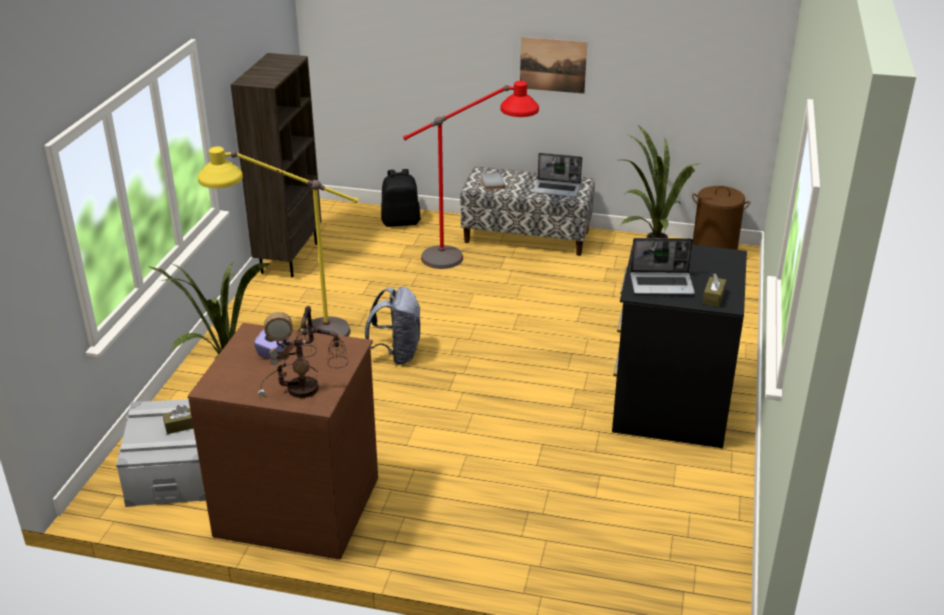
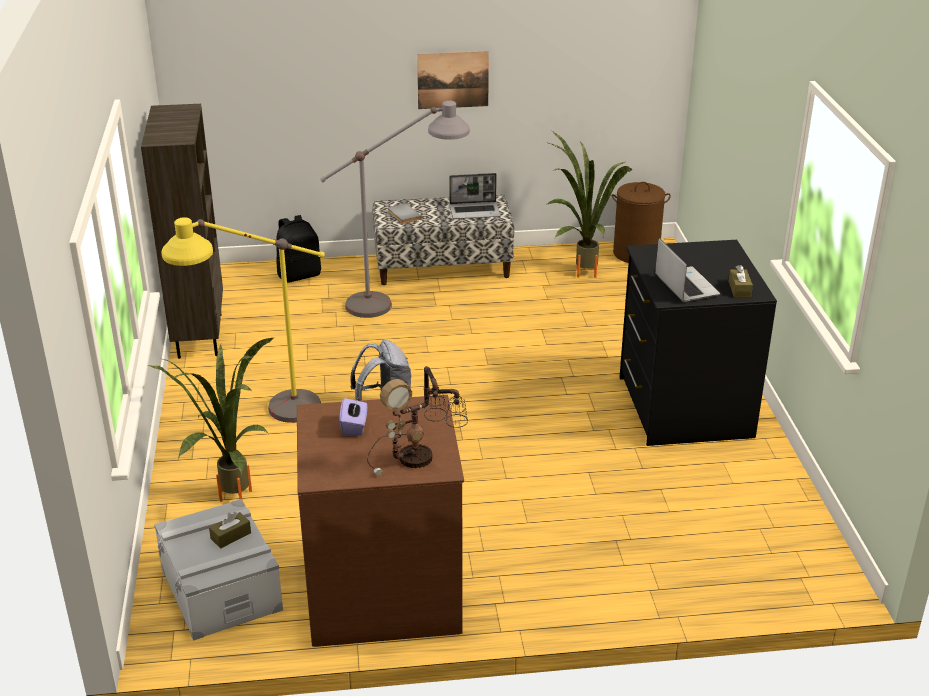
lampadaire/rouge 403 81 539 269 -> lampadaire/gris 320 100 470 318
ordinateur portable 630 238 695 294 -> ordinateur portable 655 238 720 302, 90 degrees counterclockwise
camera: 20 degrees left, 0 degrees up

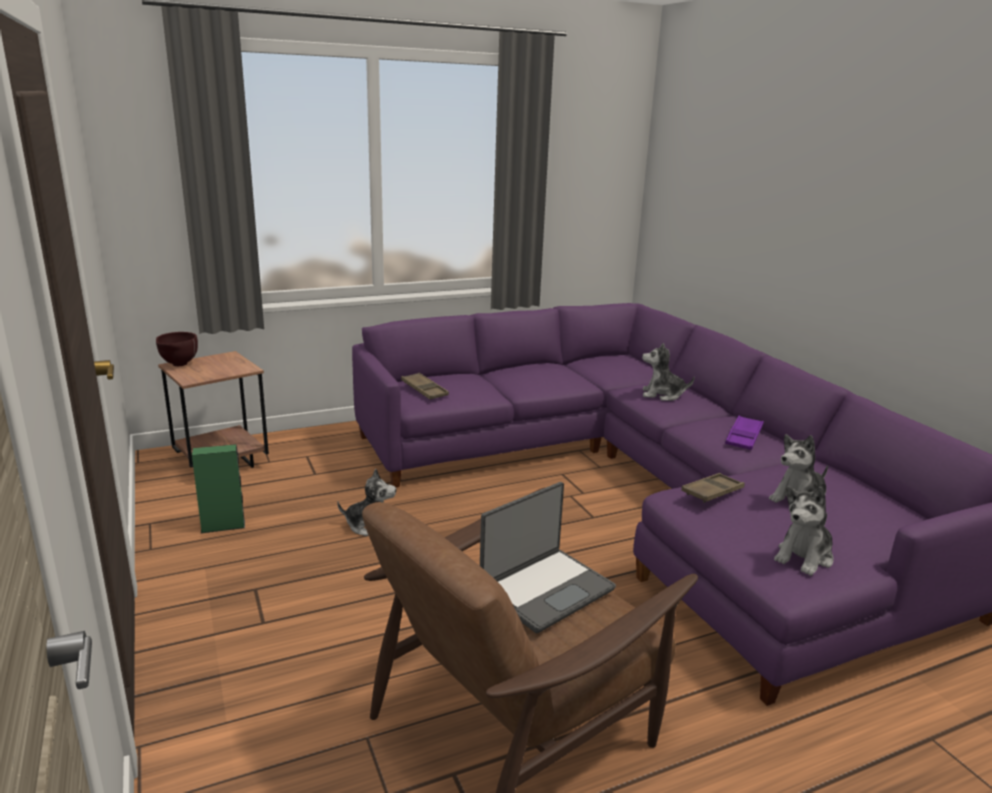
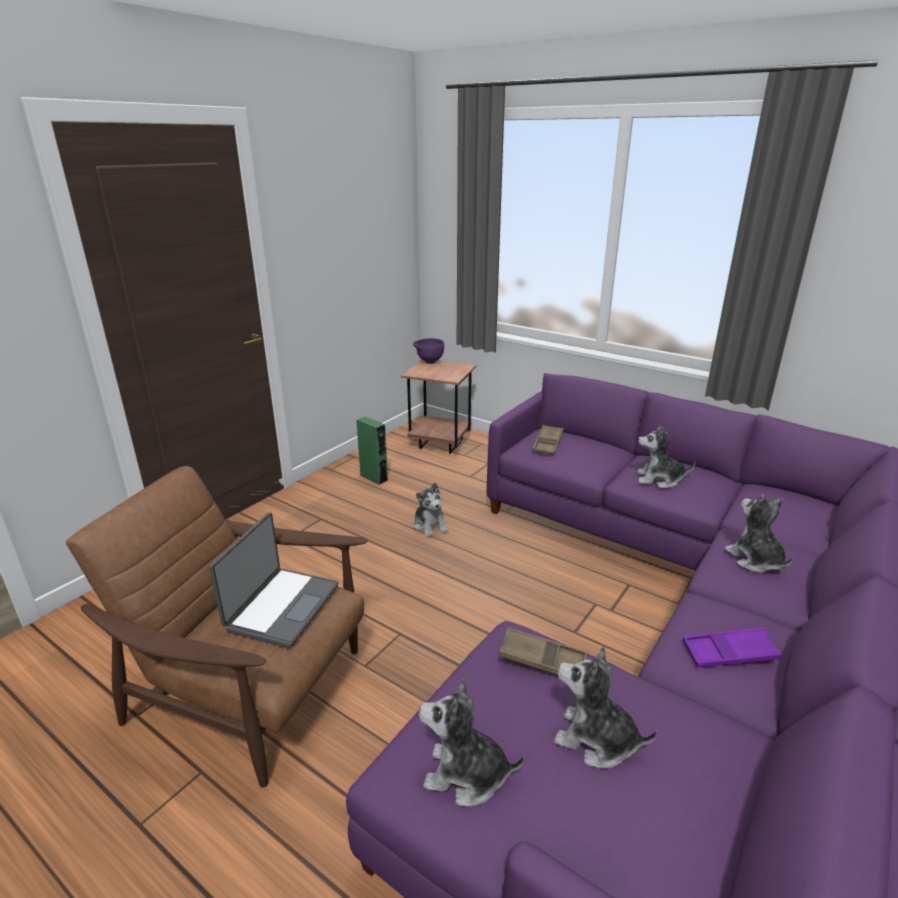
bol/marron 156 332 198 366 -> bol/violet 413 338 444 364
ordinateur portable 480 482 616 633 -> ordinateur portable 209 512 339 648, 90 degrees counterclockwise
none -> peluche 637 425 696 488
camera: 60 degrees right, 5 degrees up

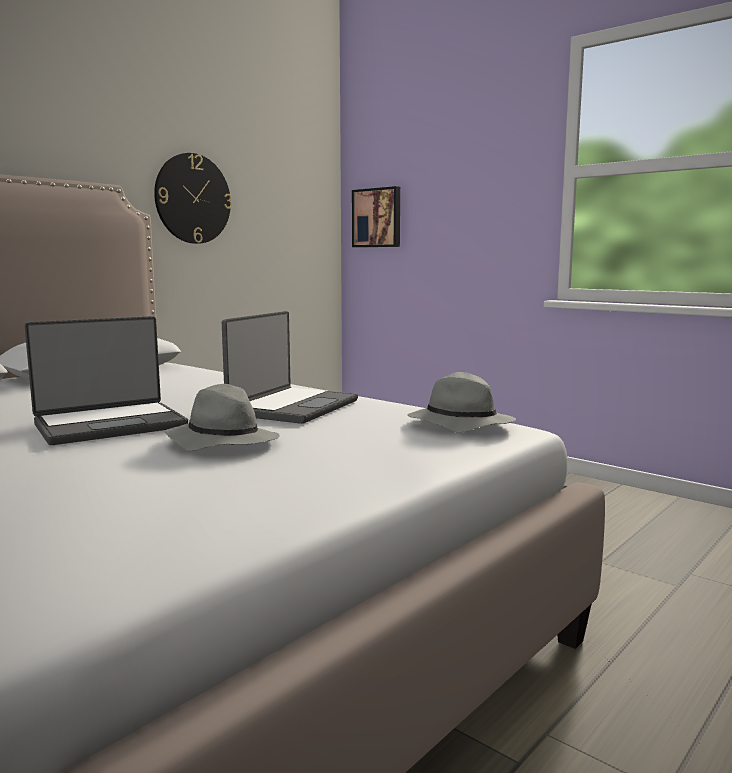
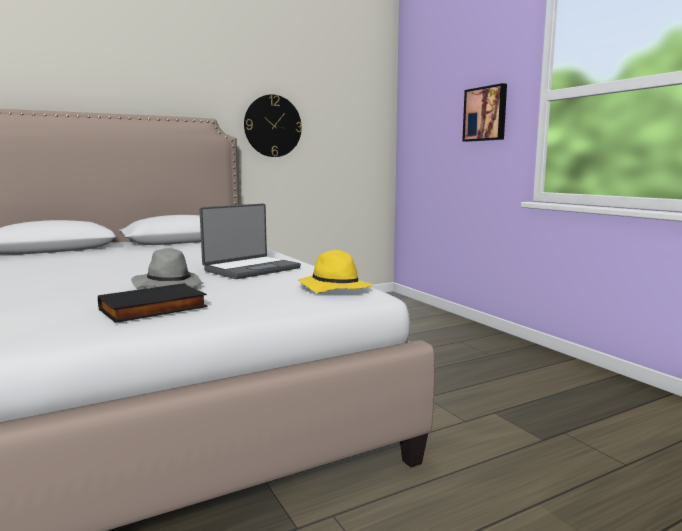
ordinateur portable 24 316 188 445 -> none
tableau 352 186 400 247 -> tableau 462 83 507 142, moved
chapeau/gris 408 372 516 433 -> chapeau/jaune 298 250 373 293
none -> livre/noir 98 283 208 323
camera: 20 degrees right, 0 degrees up

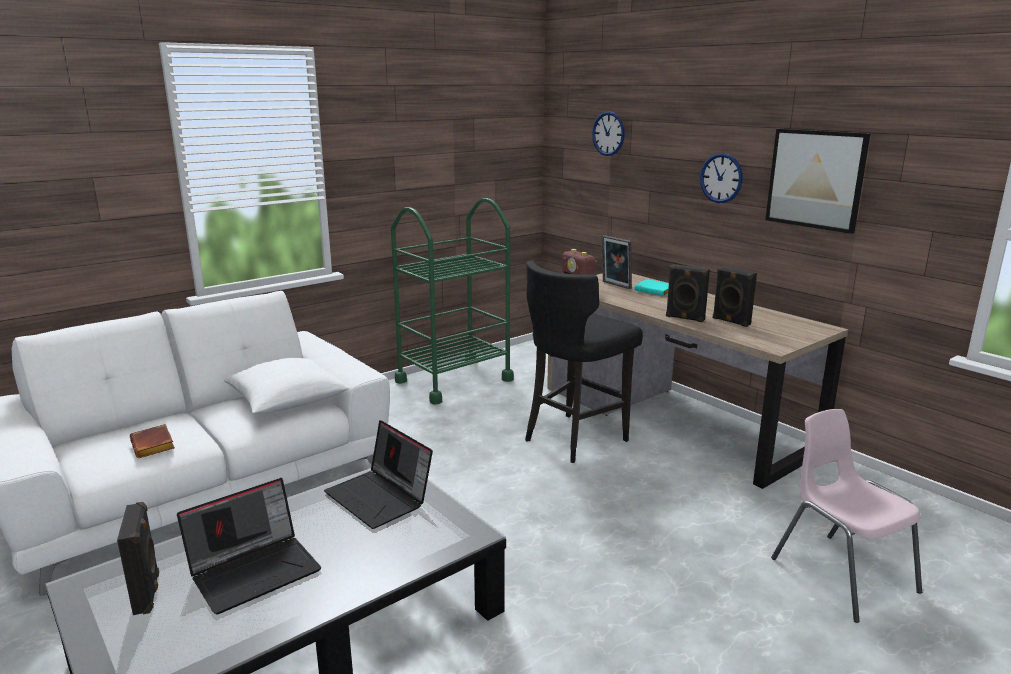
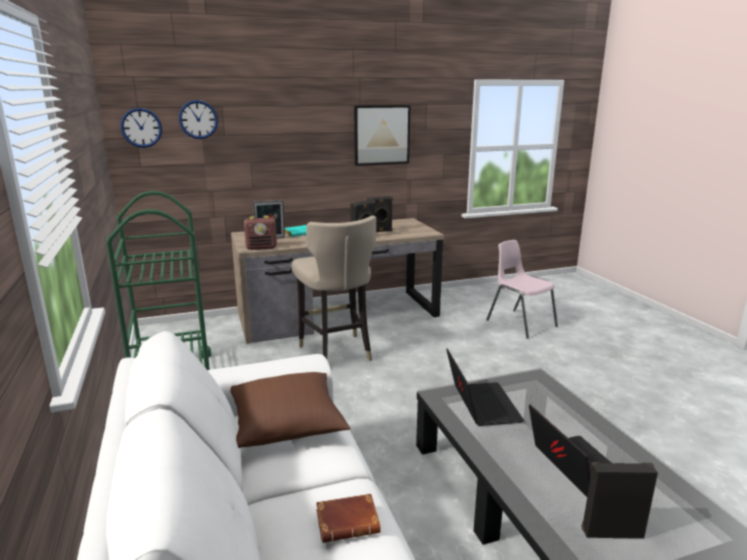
coussin/blanc 224 358 350 413 -> coussin/marron 230 372 350 448
ordinateur portable 324 420 433 529 -> ordinateur portable 446 348 524 426, 75 degrees counterclockwise
tabouret/noir 525 261 643 463 -> tabouret/beige 292 216 376 361
horloge murale 700 153 743 203 -> horloge murale 120 108 162 148, moved
chaise/rose 771 409 922 623 -> chaise/rose 486 240 558 339, 60 degrees clockwise
camera: 70 degrees left, 0 degrees up

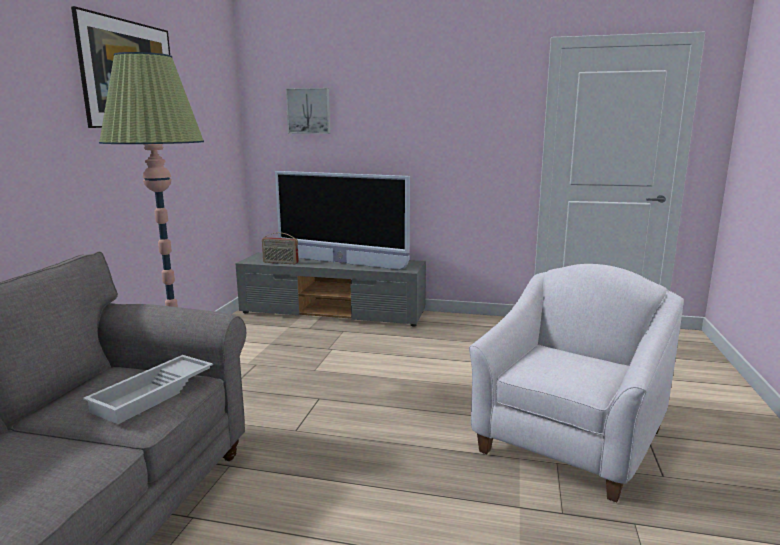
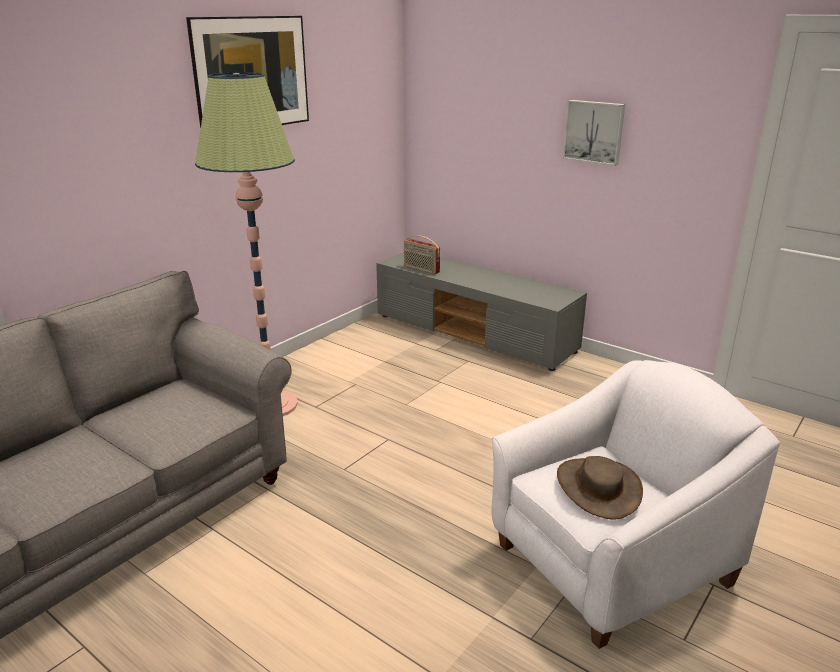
plateau/blanc 83 355 213 424 -> none
téléviseur 275 171 410 270 -> none
tableau 286 88 330 134 -> tableau 563 100 625 166, moved
none -> chapeau/marron 557 456 643 519
camera: 25 degrees right, 10 degrees up

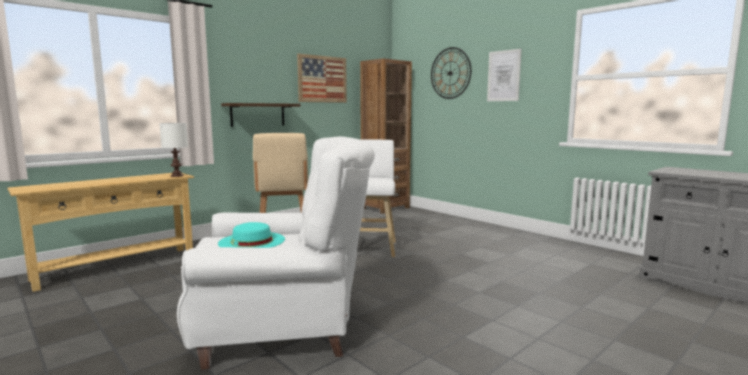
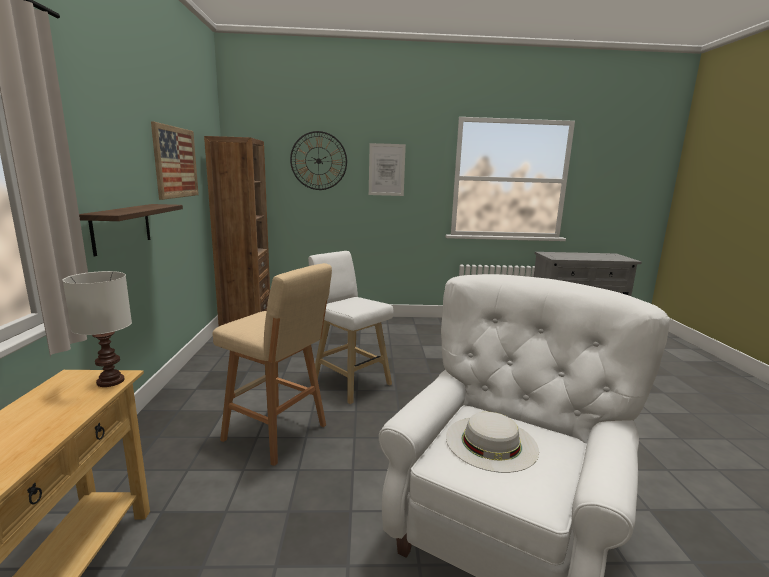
chapeau/turquoise 218 222 285 248 -> chapeau/blanc 446 412 539 473
camera: 50 degrees left, 5 degrees up

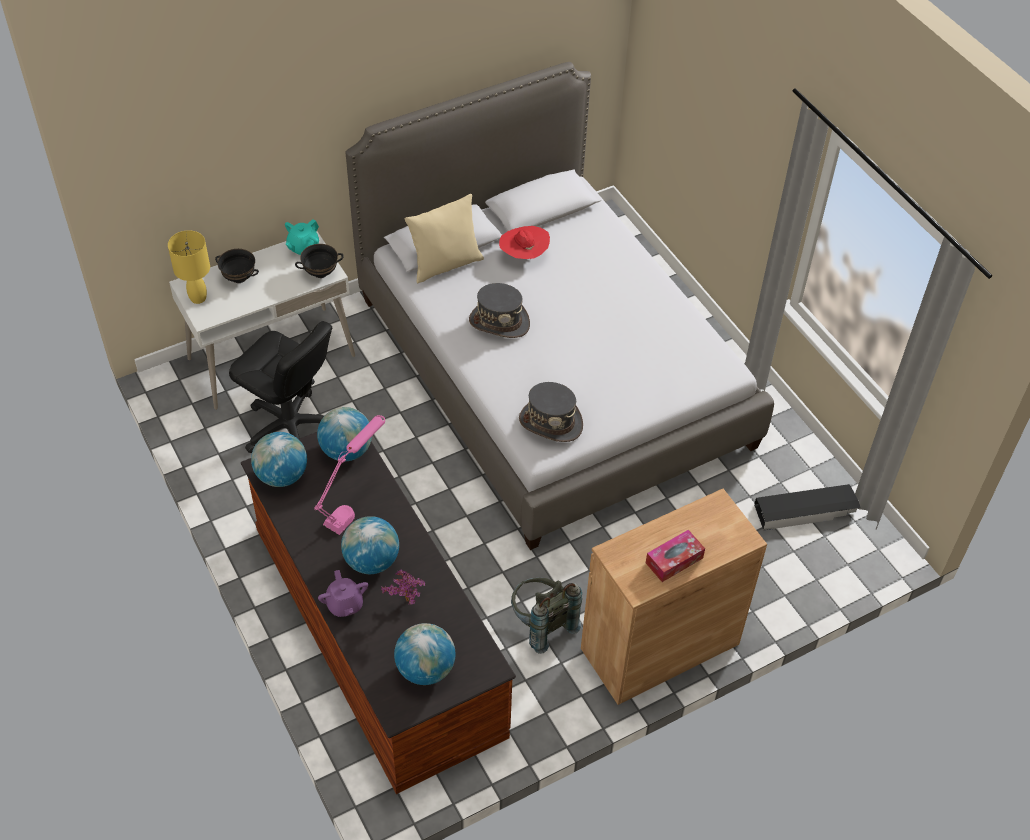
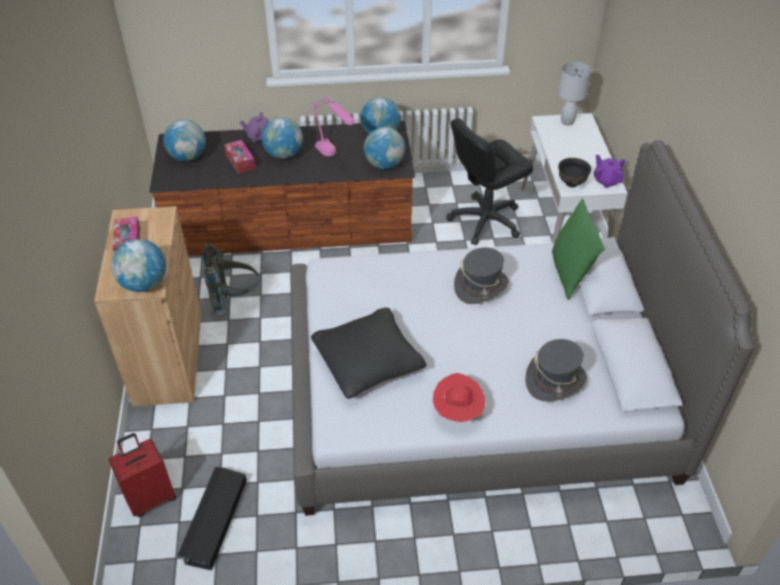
lampe de table/jaune 168 230 210 304 -> lampe de table/blanc 558 62 592 126
bol/noir 215 249 259 283 -> none
théière/turquoise 285 219 319 255 -> théière/violet 594 155 625 188
plante en pot 381 569 425 605 -> boîte à mouchoirs 224 140 256 174
coussin/beige 405 194 484 283 -> coussin/vert 552 198 605 300
chapeau/rouge 499 226 550 260 -> chapeau/rouge 433 373 485 422, moved
chapeau/gris 519 382 583 442 -> chapeau/gris 525 339 587 402, moved
none -> valise/rouge 109 433 176 517
none -> globe 111 239 166 292
none -> coussin/noir 311 308 426 399
camera: 115 degrees right, 5 degrees down

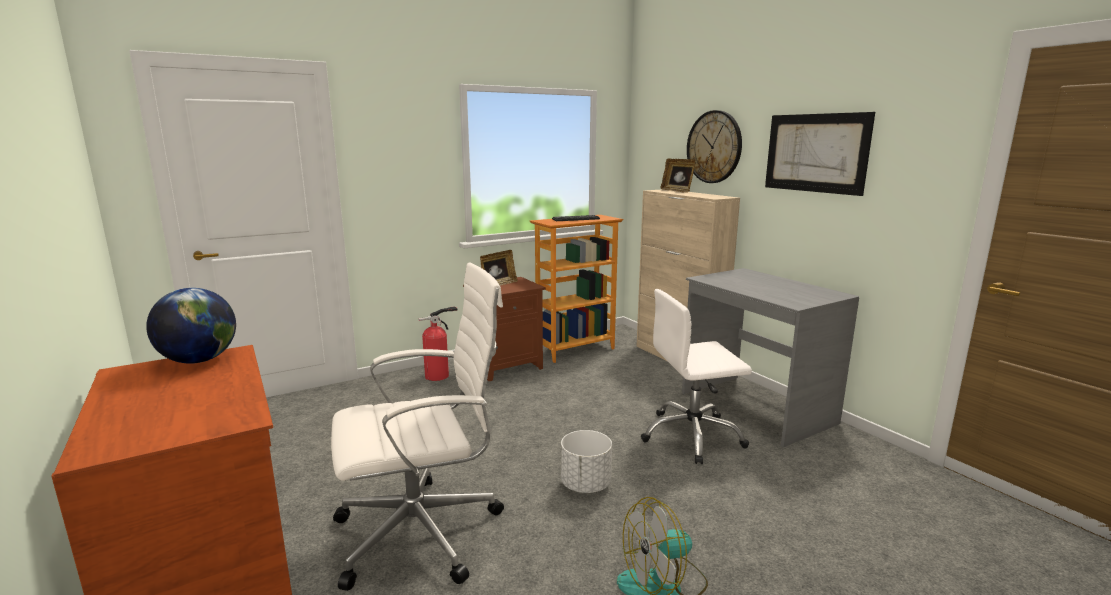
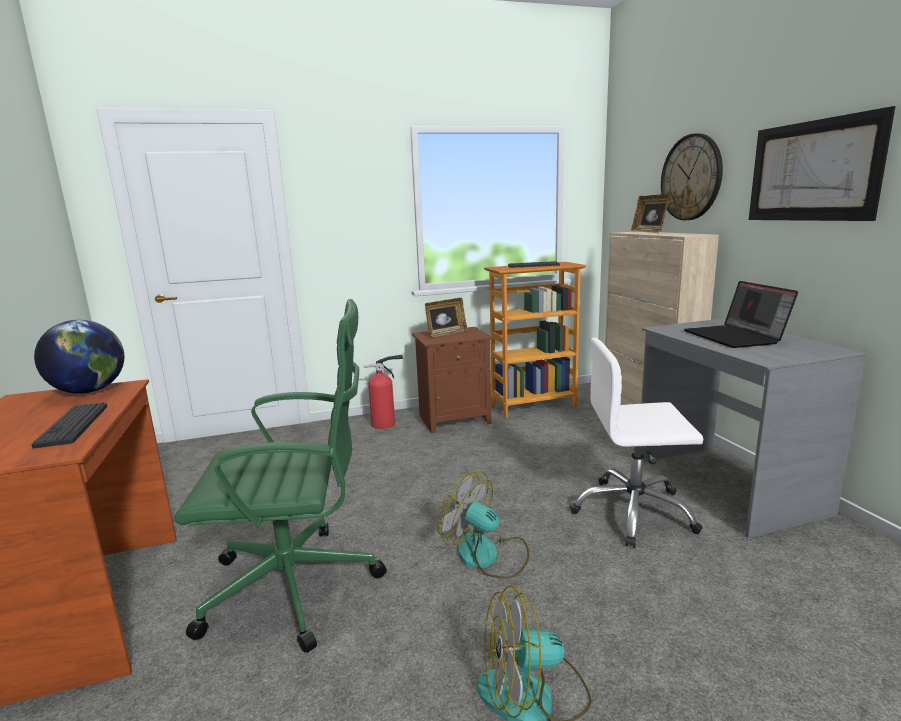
chaise de bureau/blanc 331 262 504 591 -> chaise de bureau/vert 174 299 387 653
cache-pot/blanc 561 430 612 493 -> ventilateur 437 472 529 579
none -> clavier 31 402 107 449
none -> ordinateur portable 684 281 798 348
camera: 15 degrees right, 0 degrees up

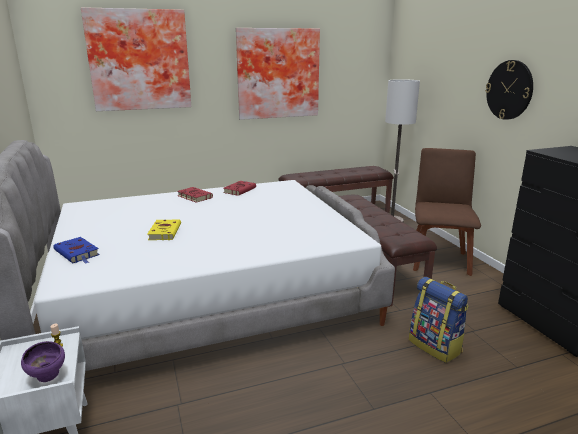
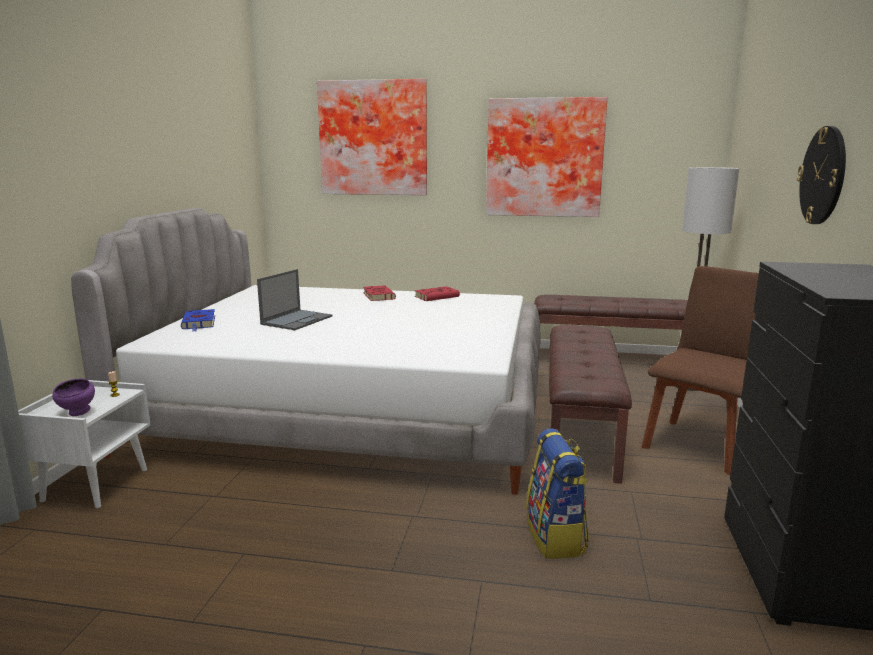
livre/jaune 147 219 181 240 -> ordinateur portable 257 269 332 330
camera: 30 degrees right, 5 degrees down

